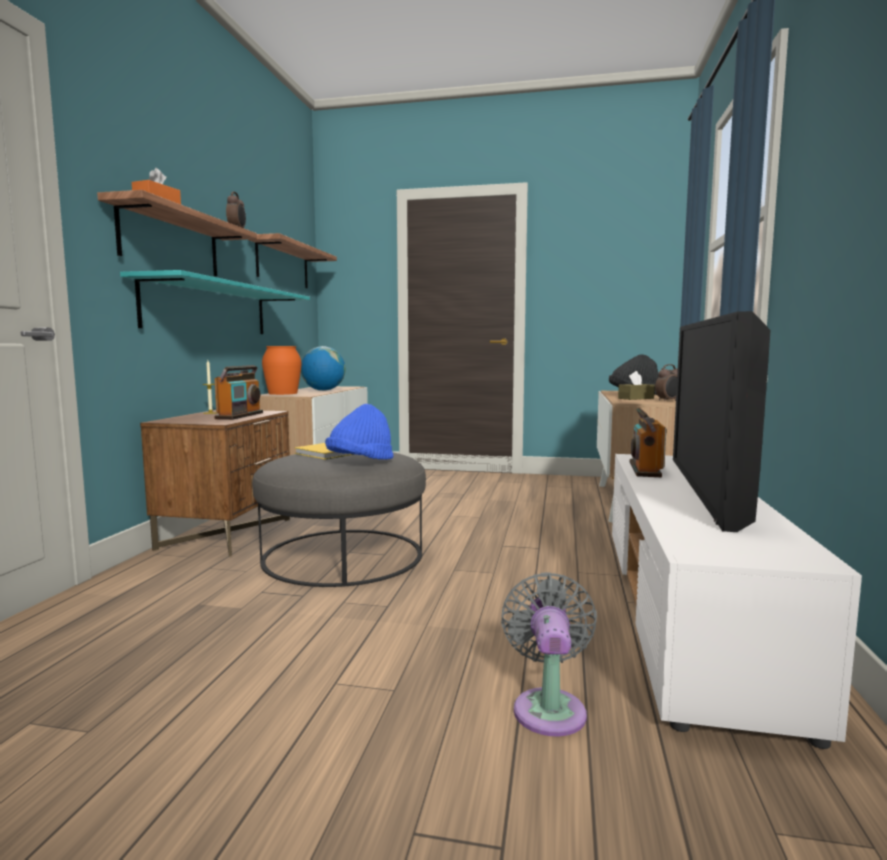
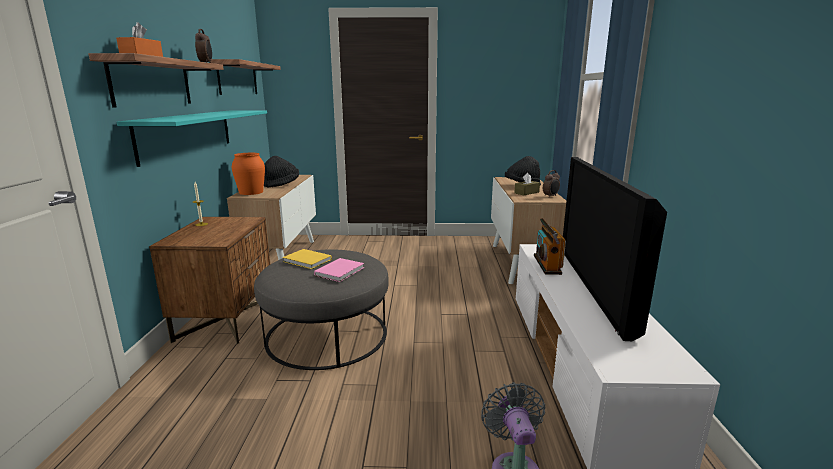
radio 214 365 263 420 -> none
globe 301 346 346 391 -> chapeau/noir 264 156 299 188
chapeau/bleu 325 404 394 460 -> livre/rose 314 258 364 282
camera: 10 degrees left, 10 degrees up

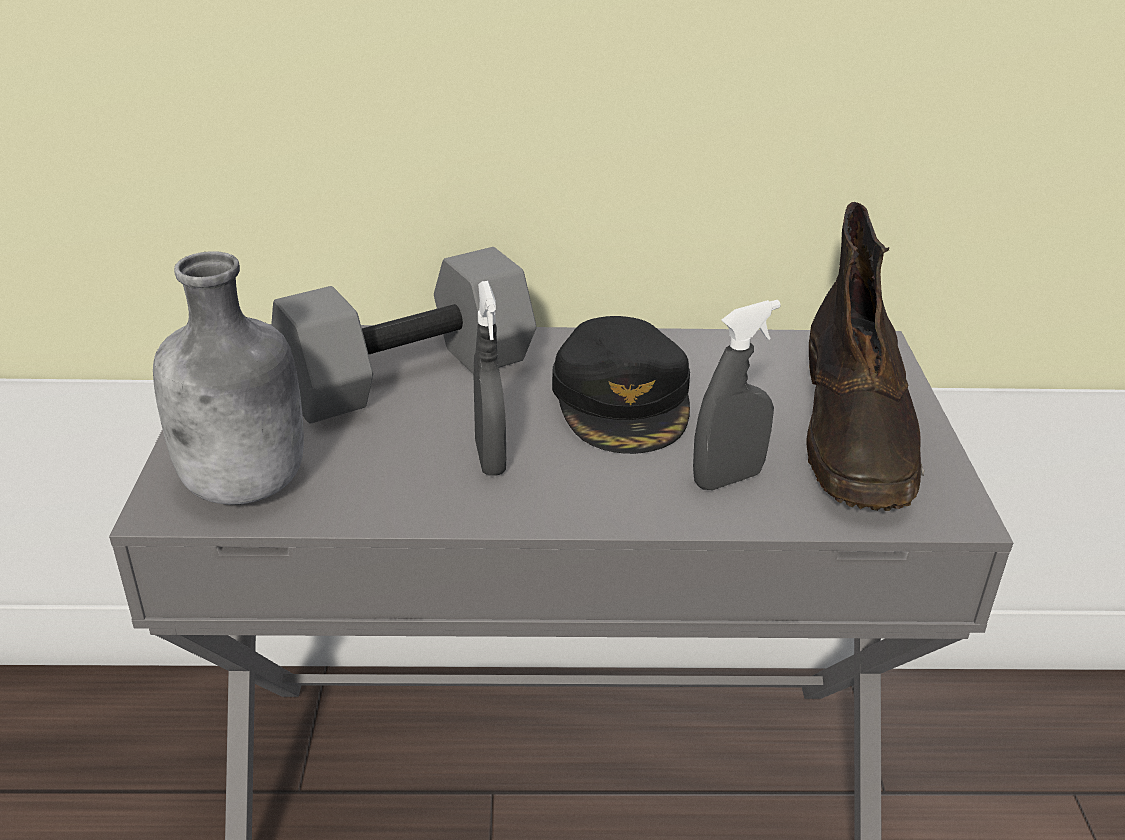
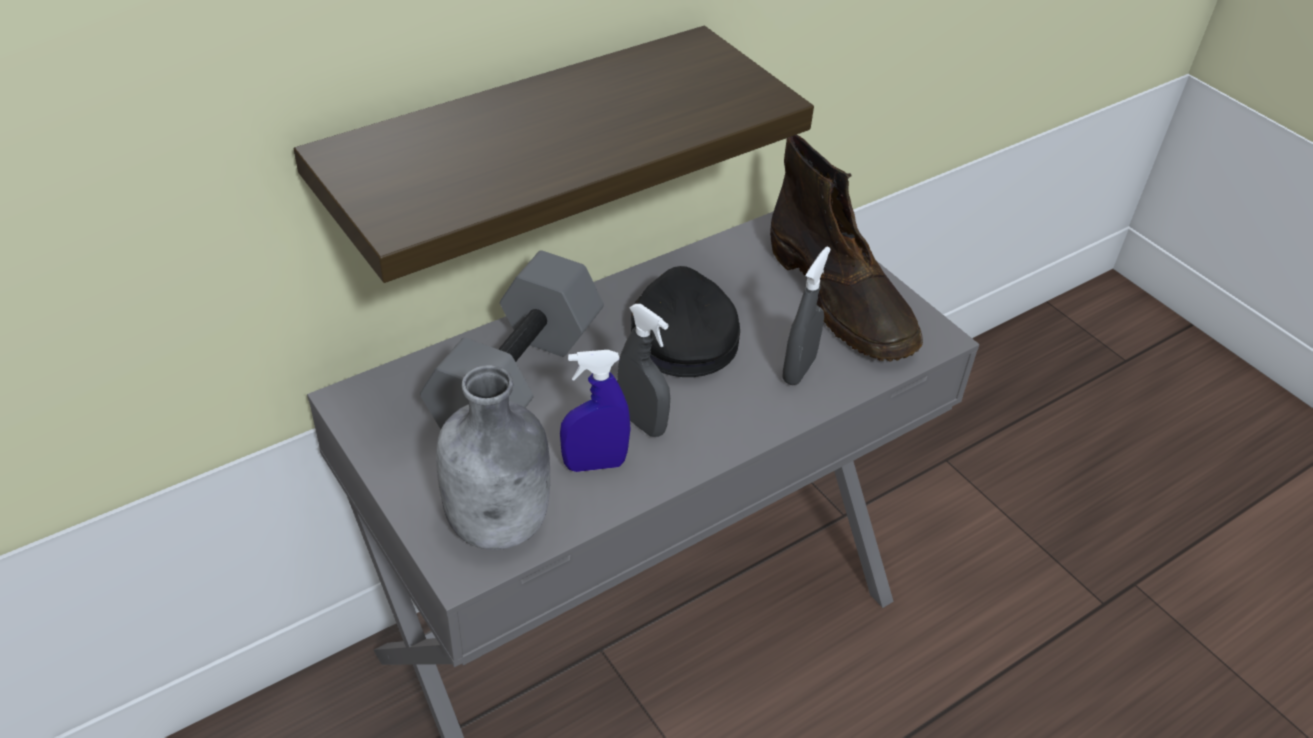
casquette/noir 552 316 690 454 -> casquette/noir 631 266 740 377, 150 degrees counterclockwise
none -> étagère 294 26 814 283
none -> vaporisateur/bleu 560 350 630 472
camera: 35 degrees left, 10 degrees up

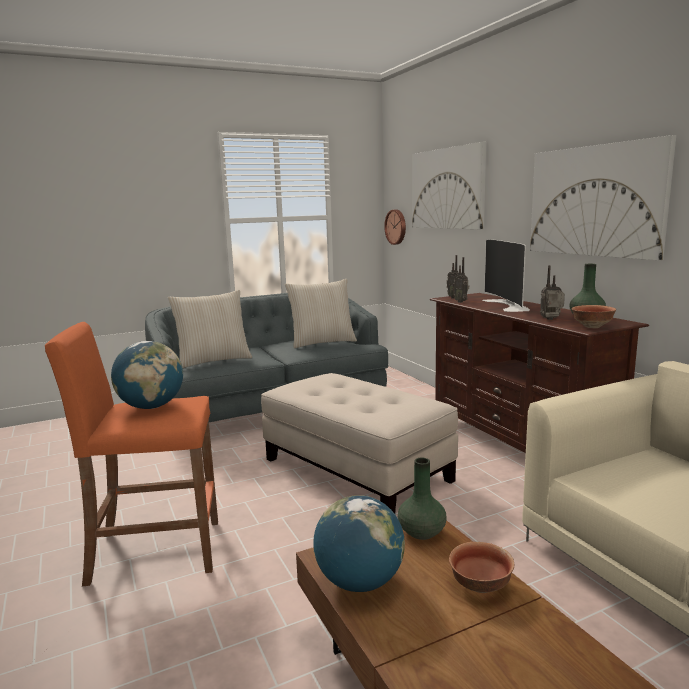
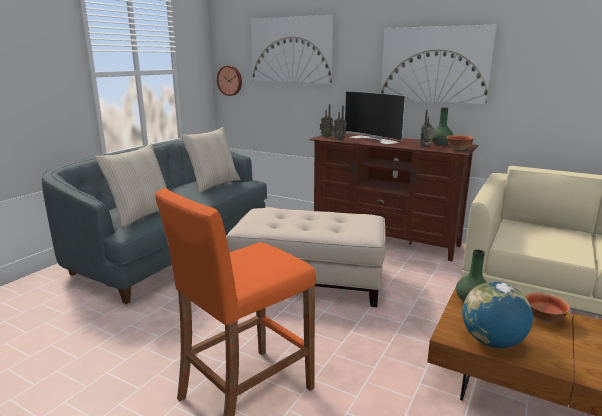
globe 111 341 183 409 -> none
camera: 35 degrees left, 5 degrees up

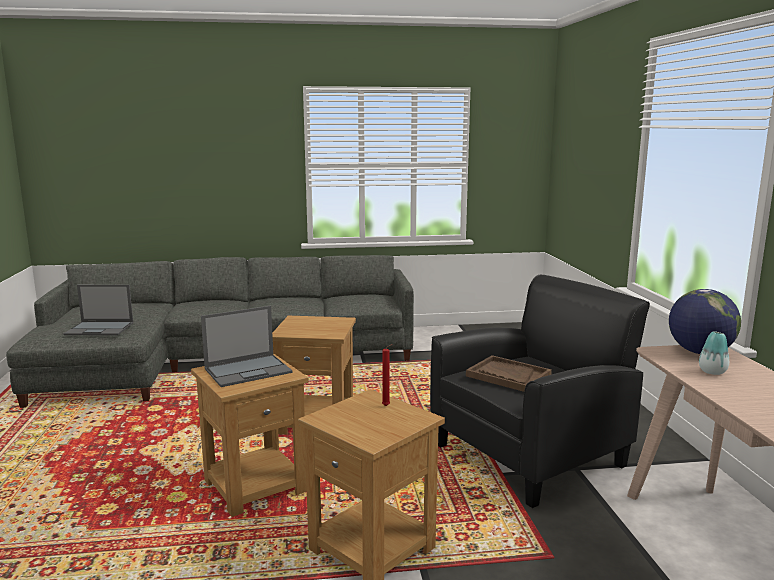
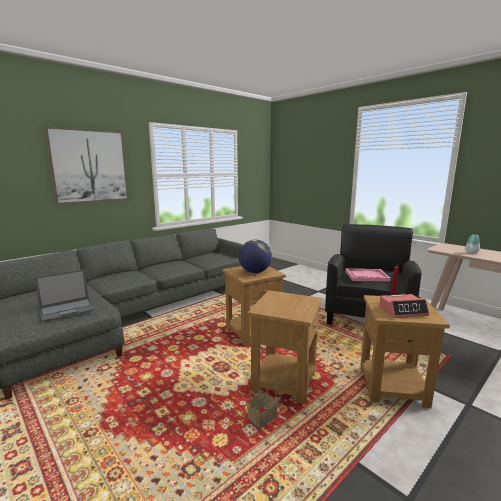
ordinateur portable 201 306 293 387 -> none
plateau/marron 466 355 552 392 -> plateau/rose 346 269 391 282
globe 669 289 741 354 -> globe 239 240 272 273, moved
none -> tableau 44 126 129 204
none -> panier 247 371 278 428
none -> réveil 379 294 429 318
camera: 35 degrees left, 0 degrees up

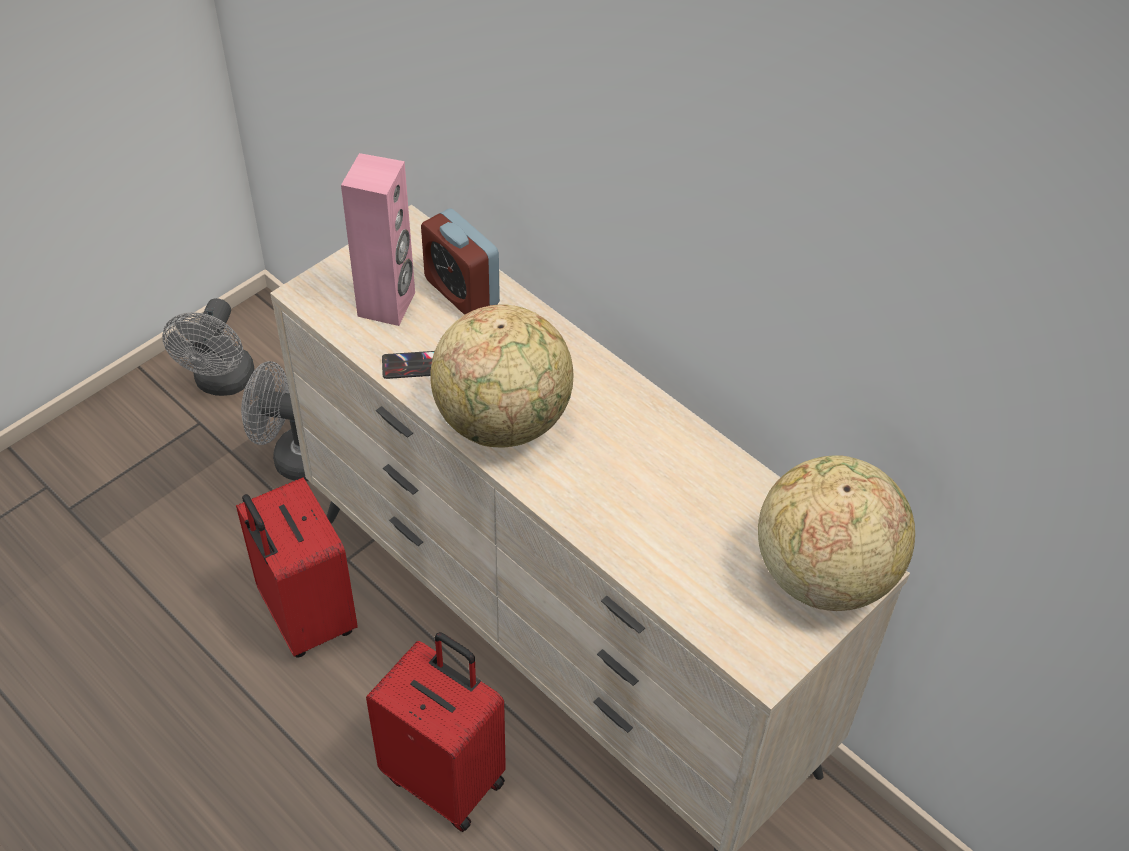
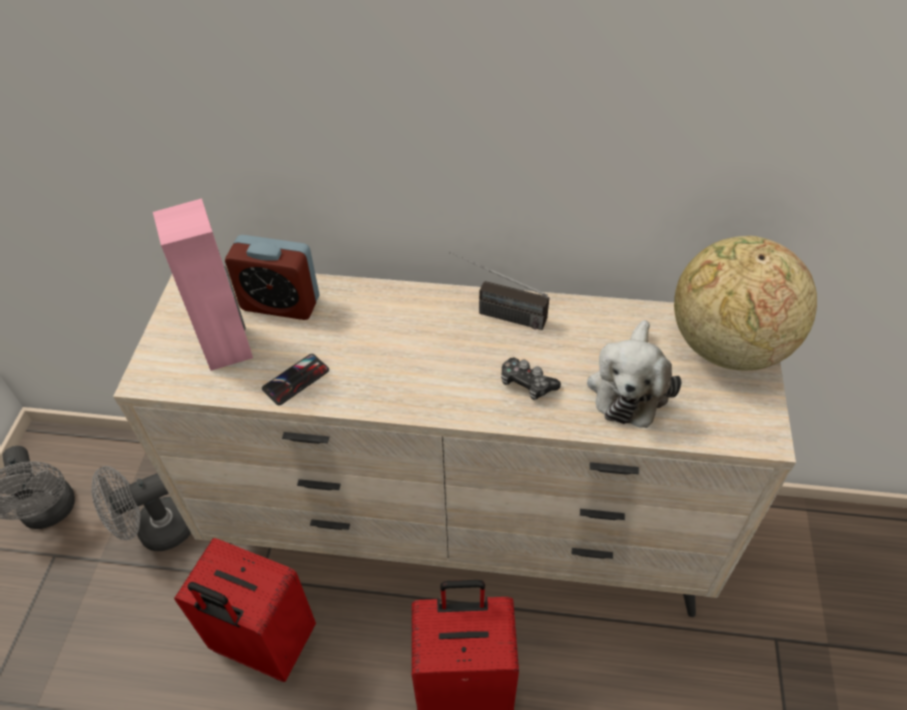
globe 430 304 573 447 -> none
none -> radio 449 252 550 330
none -> manette 501 357 561 400
none -> peluche 587 320 682 428
camera: 35 degrees left, 0 degrees up

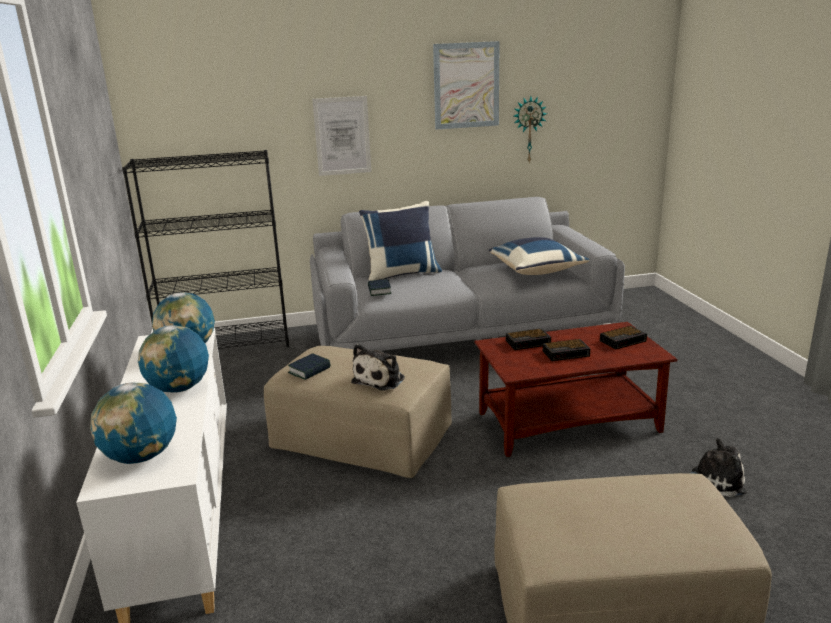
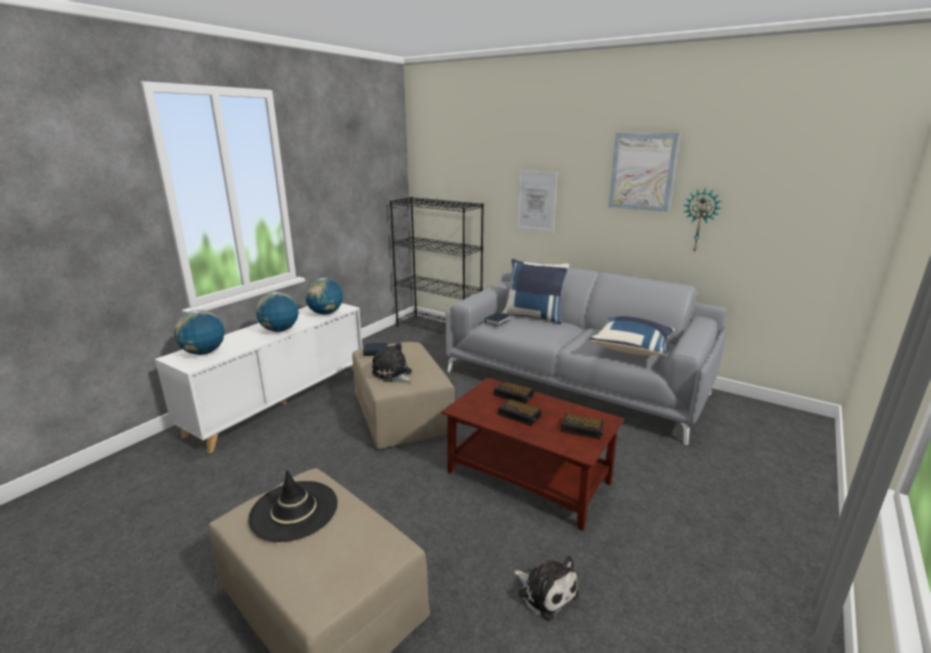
peluche 351 344 405 391 -> peluche 372 342 413 382, 60 degrees clockwise
none -> chapeau/noir 248 470 338 542
camera: 45 degrees right, 0 degrees up

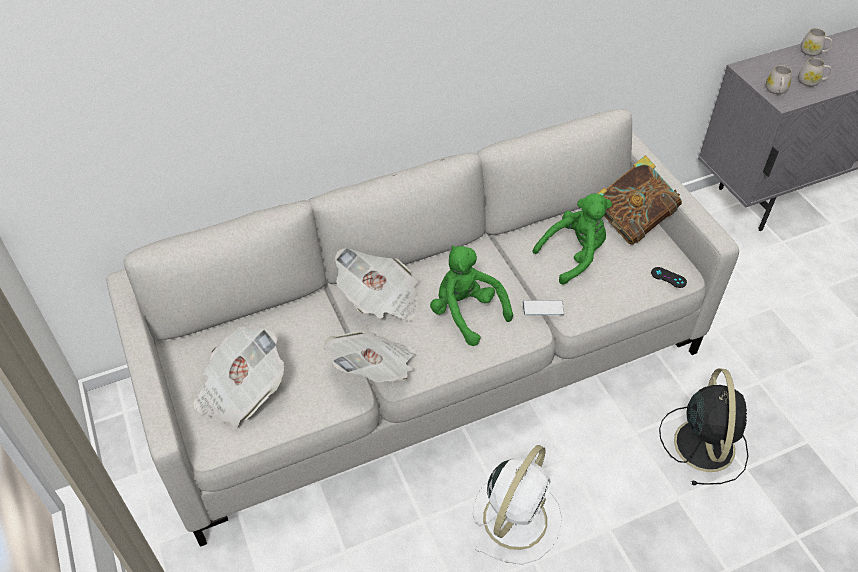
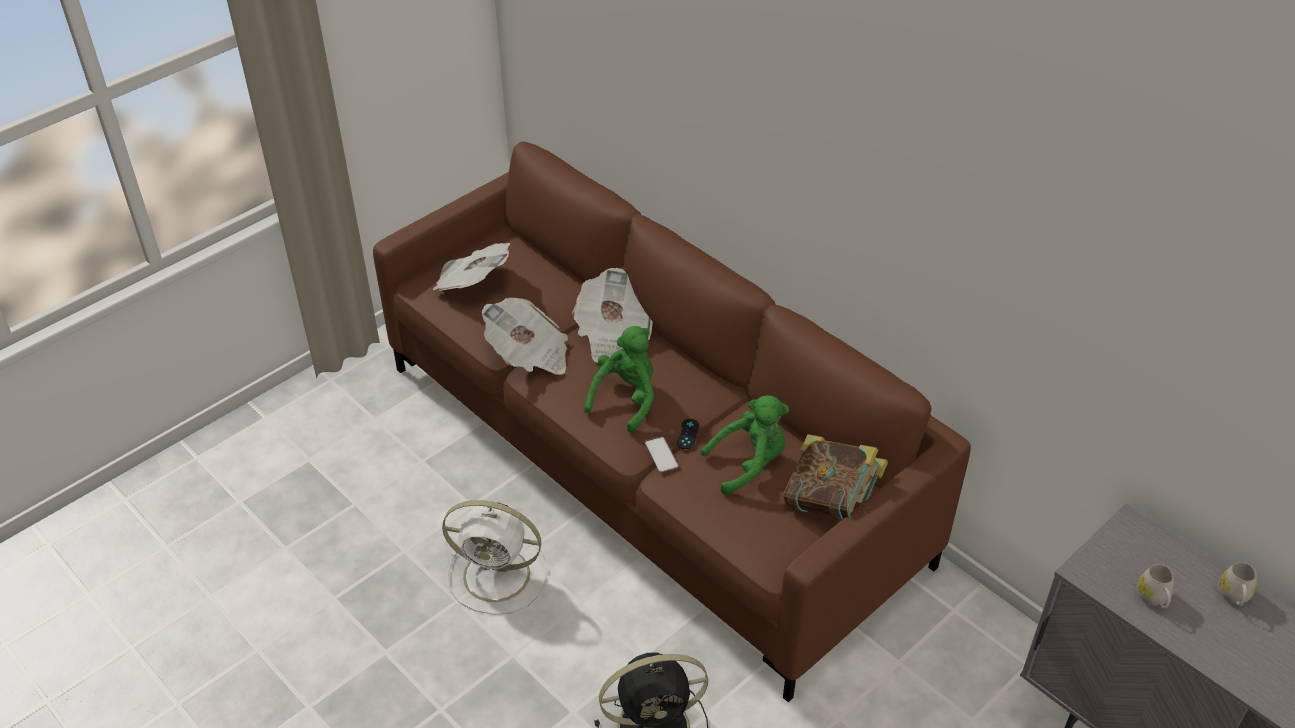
canapé/gris 107 109 739 547 -> canapé/marron 373 141 971 702
peluche/vert 532 193 612 284 -> peluche/vert 701 395 789 495, 60 degrees counterclockwise
manette/noir 651 267 687 288 -> manette/noir 677 419 699 449, moved
mug/blanc 766 65 791 95 -> none
camera: 70 degrees right, 5 degrees down

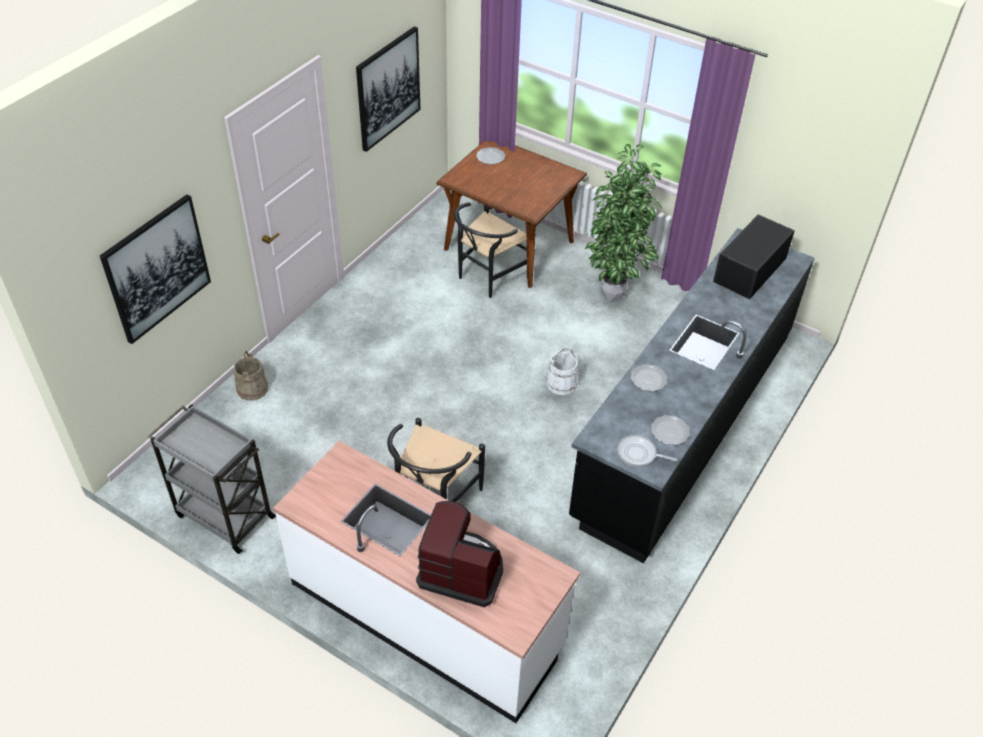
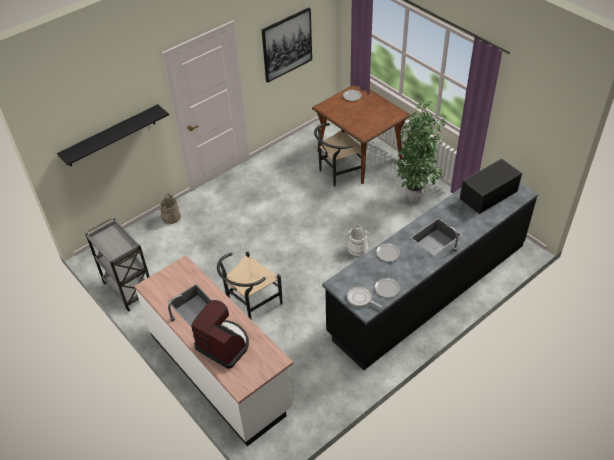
tableau 100 194 211 344 -> étagère/noir 57 104 169 166
camera: 20 degrees right, 0 degrees up

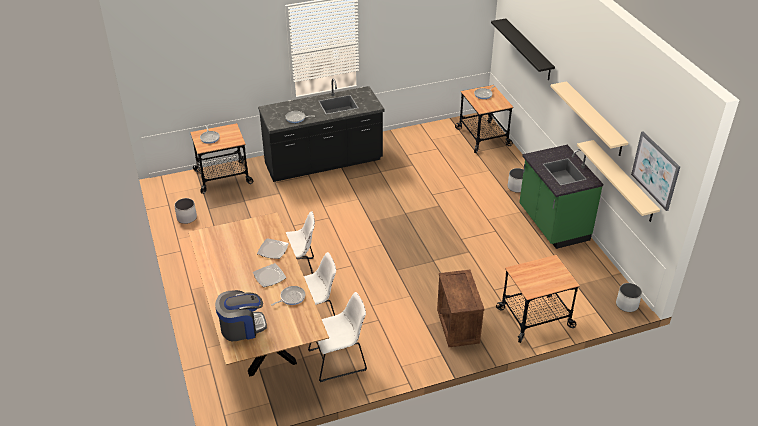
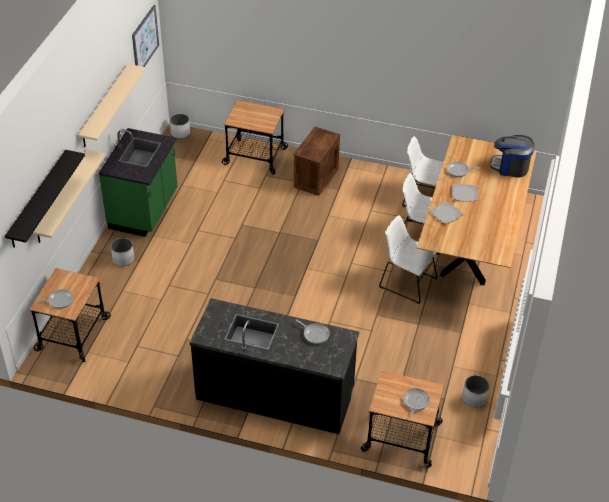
étagère/beige 577 140 660 222 -> étagère/beige 32 150 106 243, moved
camera: 145 degrees left, 5 degrees up

